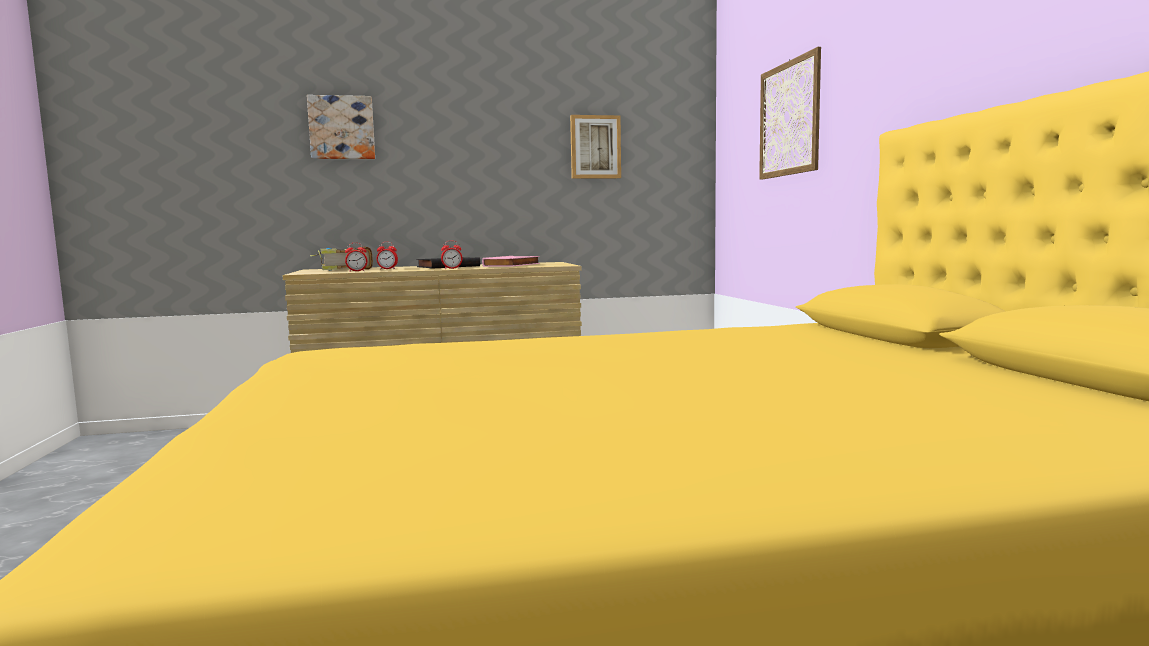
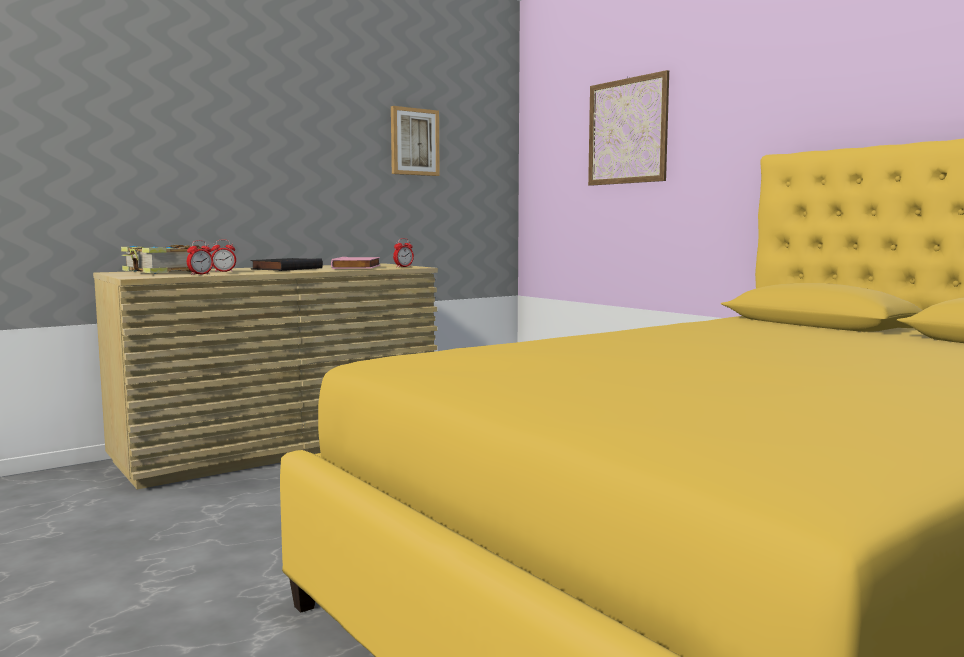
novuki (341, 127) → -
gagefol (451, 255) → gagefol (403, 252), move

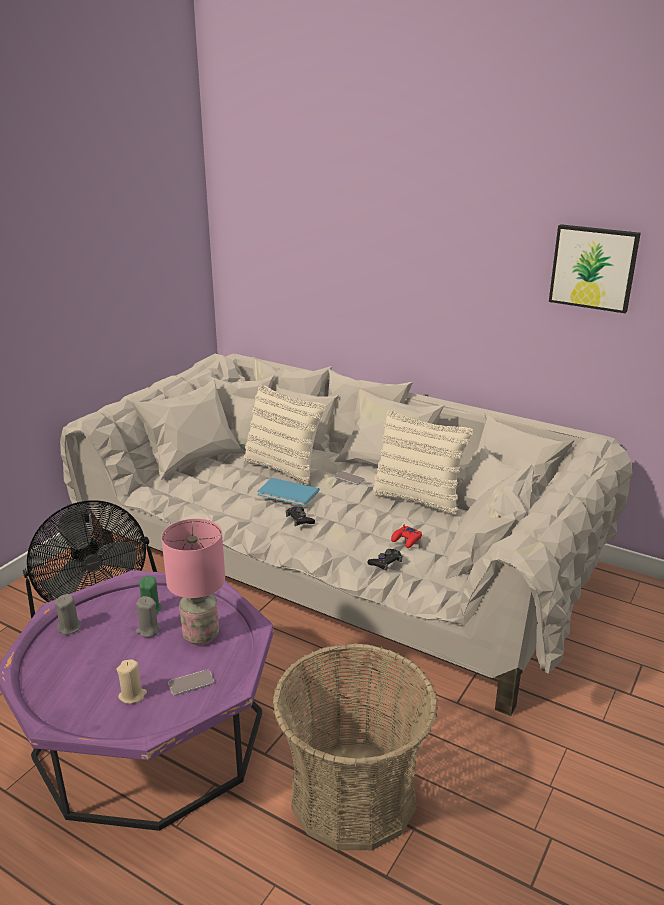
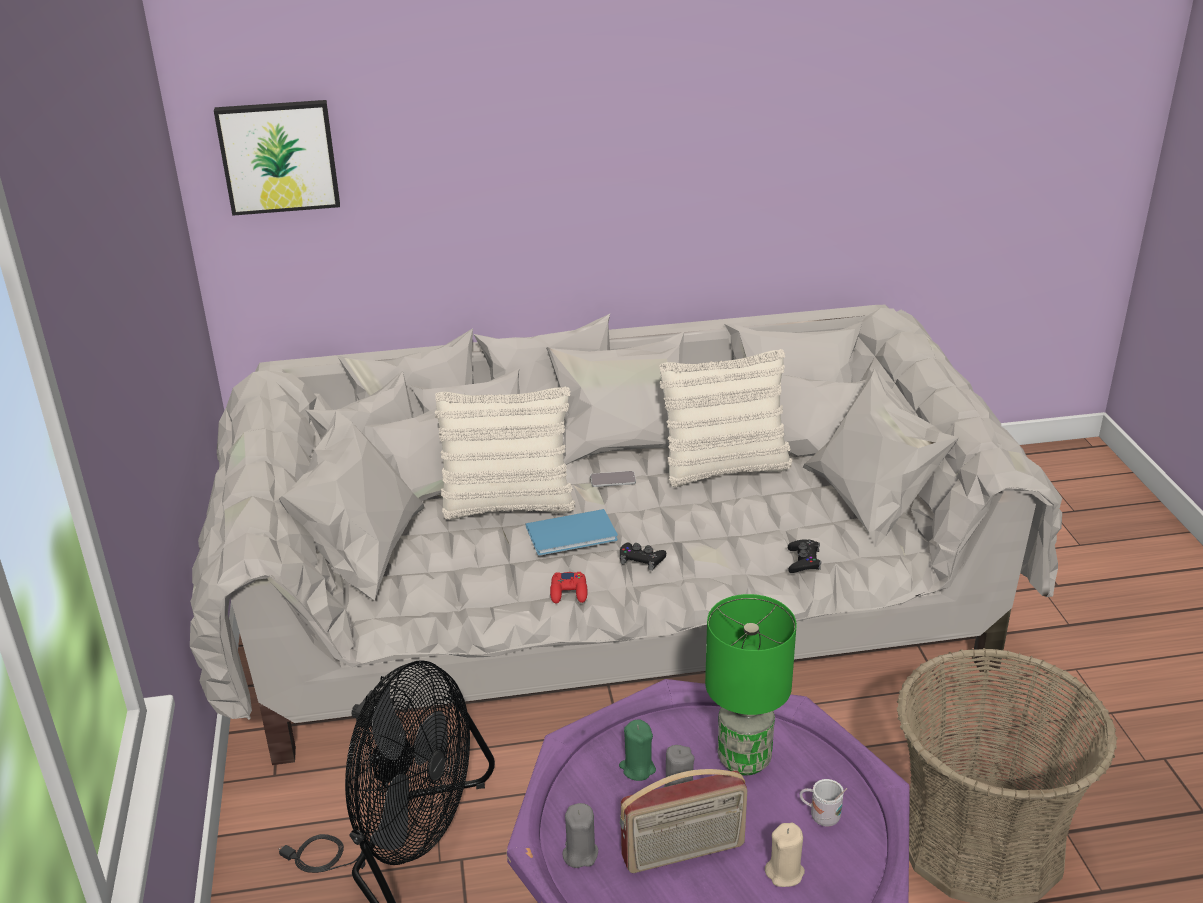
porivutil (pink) (193, 581) → porivutil (green) (751, 684)
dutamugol (191, 682) → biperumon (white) (823, 803)
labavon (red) (406, 536) → labavon (red) (568, 588), move
novuki (595, 268) → novuki (277, 158), move
- → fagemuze (683, 821)

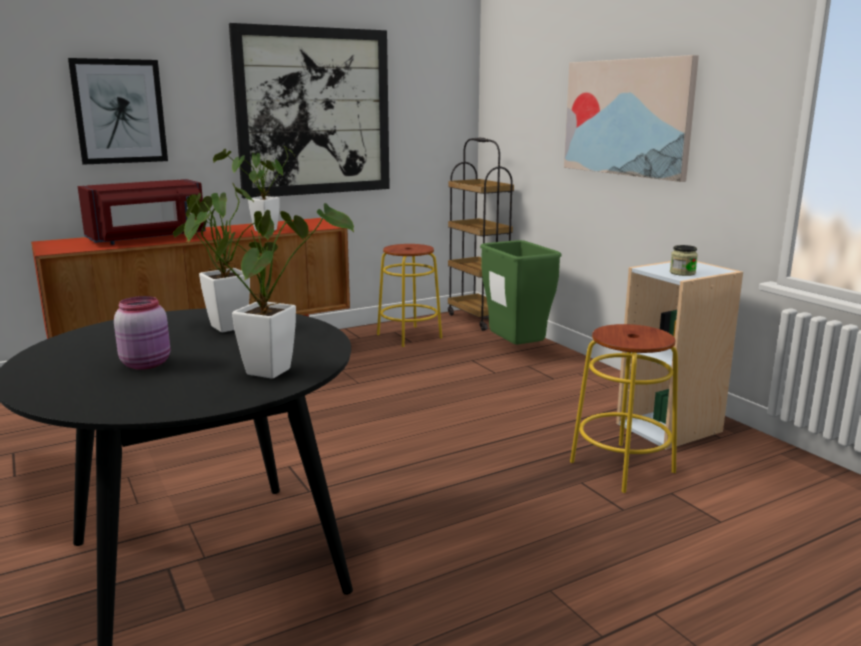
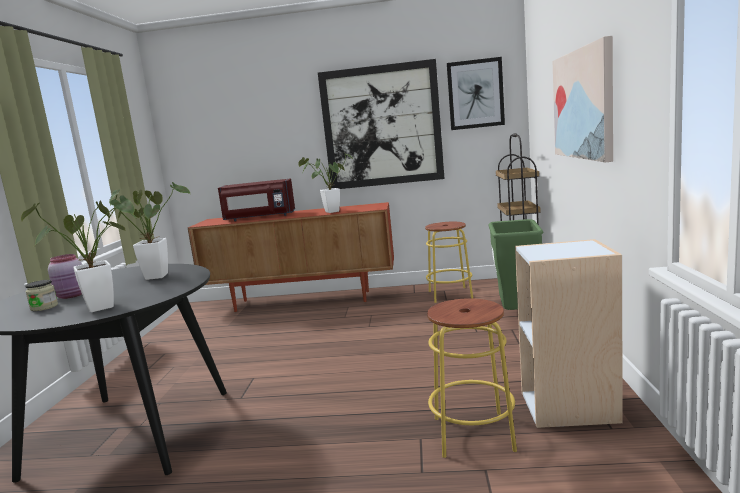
novuki (118, 111) → novuki (476, 93), move
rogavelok (684, 260) → rogavelok (42, 295), move

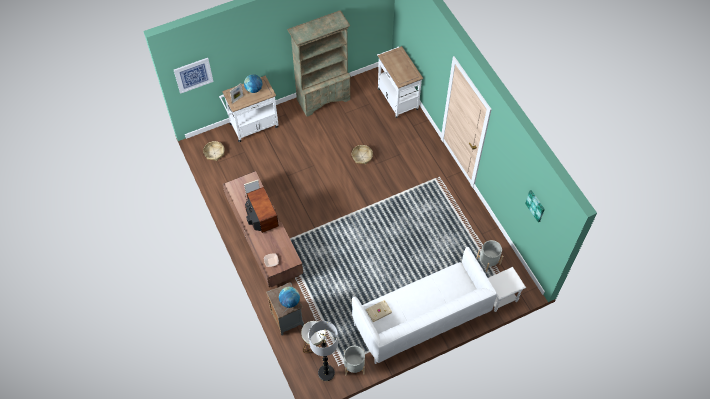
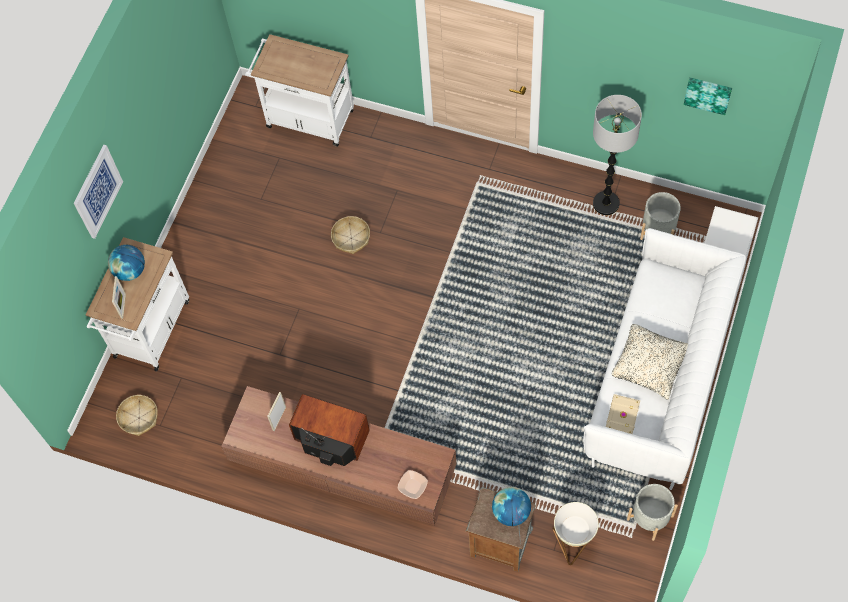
novuki (194, 76) → novuki (98, 191), move
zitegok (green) (319, 63) → -
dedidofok (323, 351) → dedidofok (617, 155), move
- → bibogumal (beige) (649, 361)

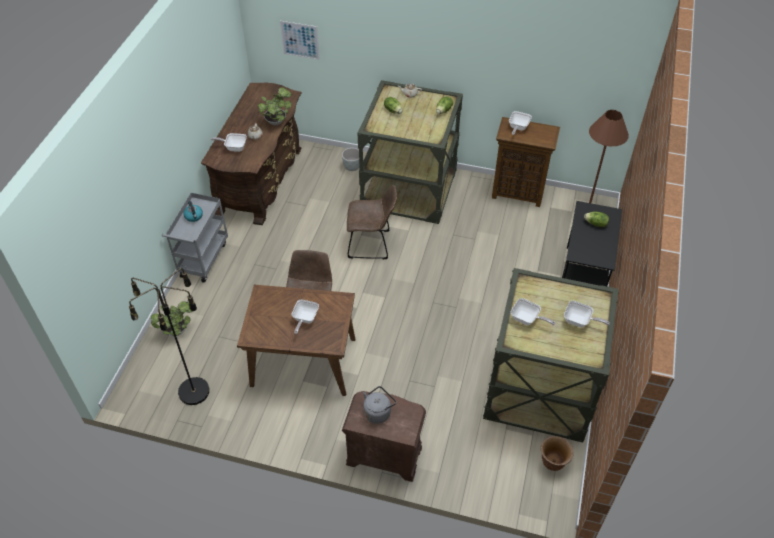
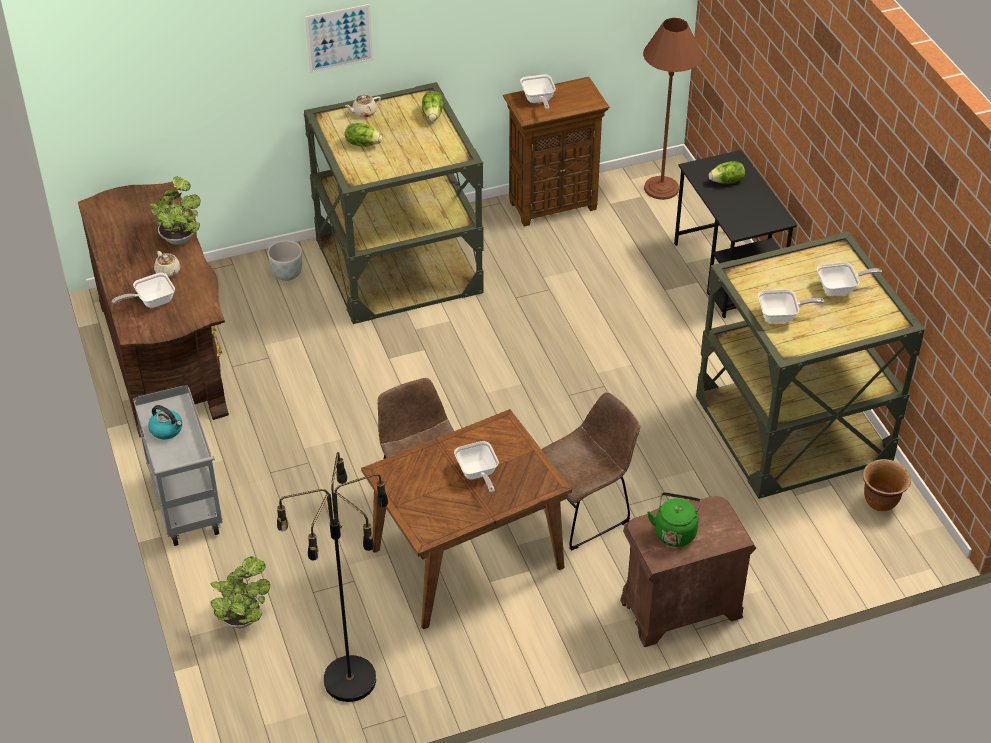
novuki (300, 40) → novuki (339, 38), move
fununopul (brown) (372, 222) → fununopul (brown) (590, 471), move
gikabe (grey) (379, 405) → gikabe (green) (674, 519)

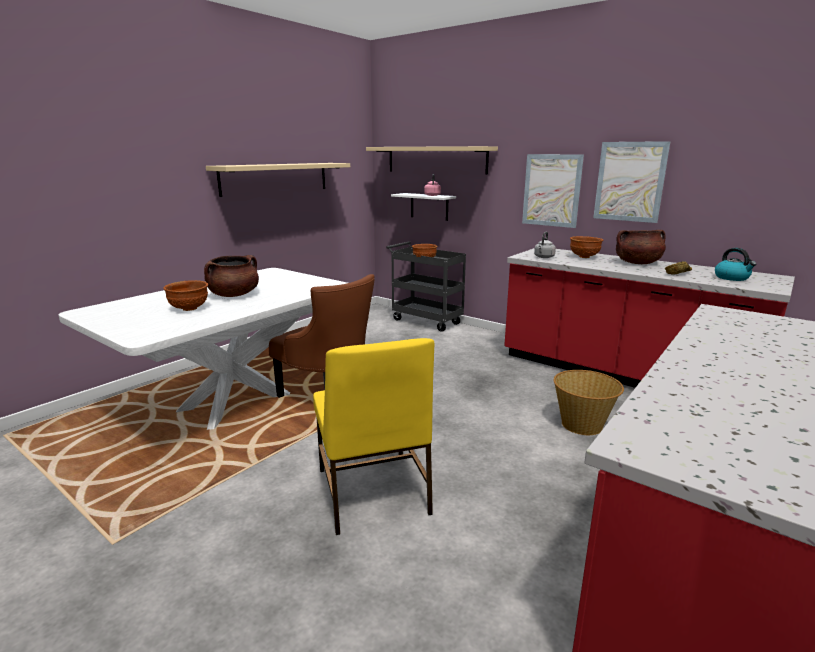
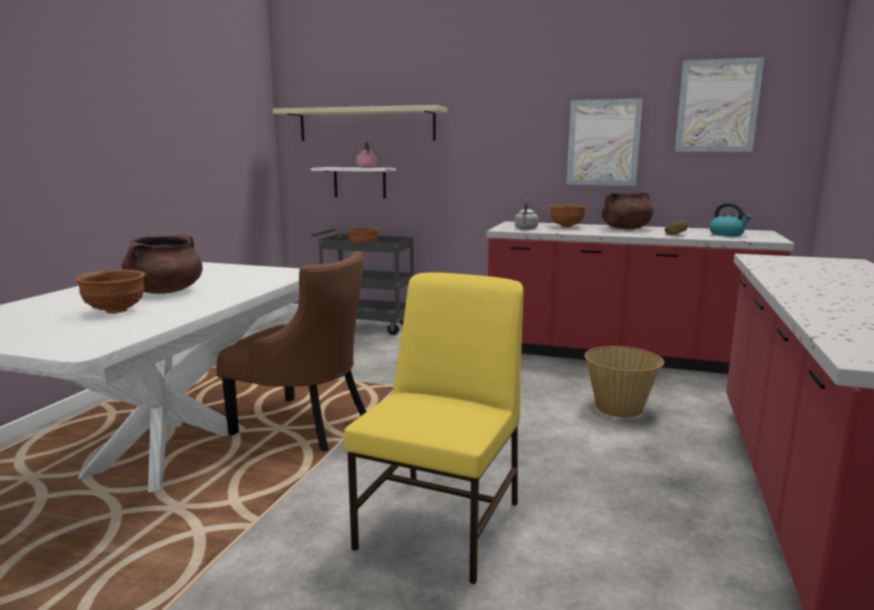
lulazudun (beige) (278, 180) → -
fununopul (yellow) (373, 436) → fununopul (yellow) (434, 428), 120 degrees counterclockwise
novuki (553, 191) → novuki (719, 104), move

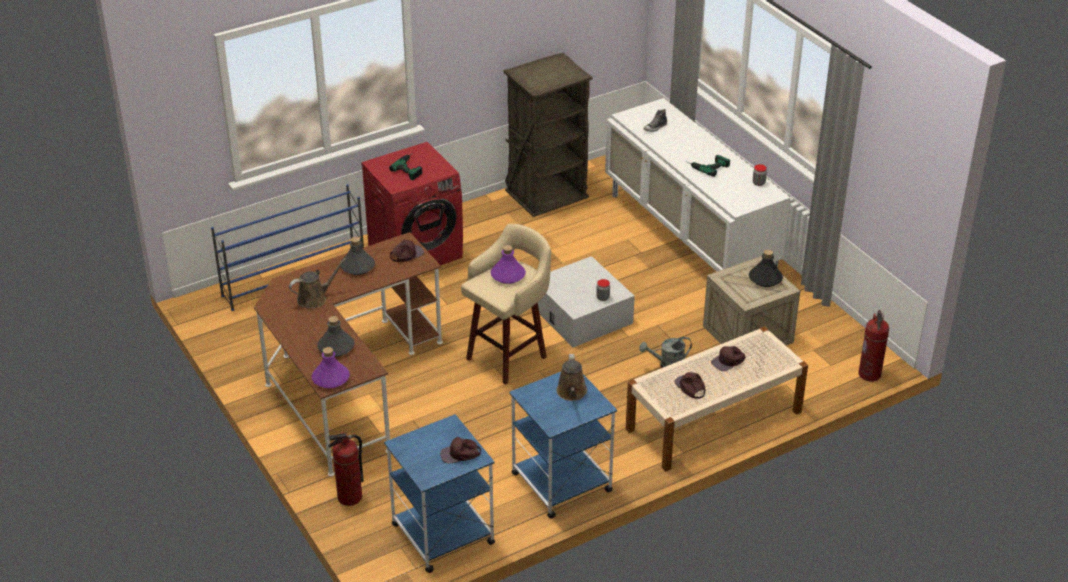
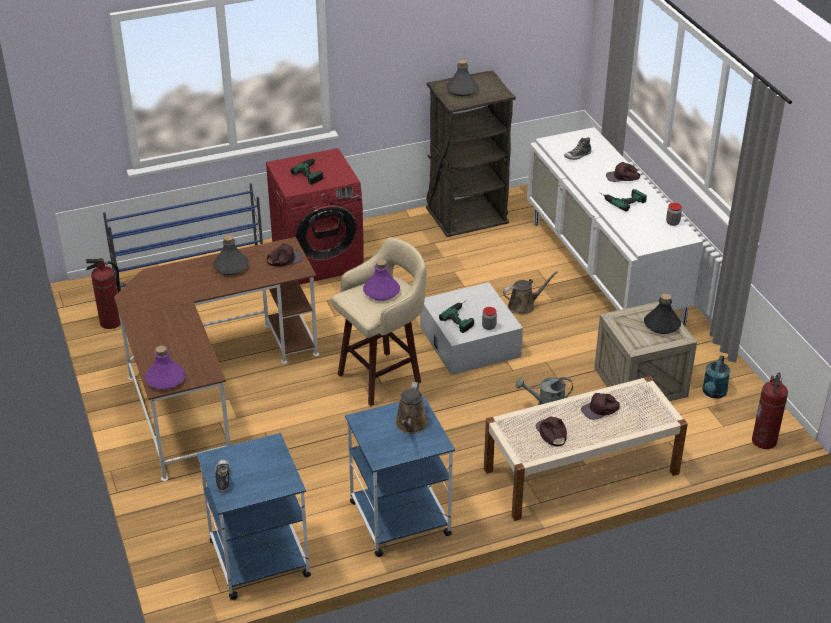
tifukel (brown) (318, 283) → tifukel (brown) (530, 293), move
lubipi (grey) (336, 336) → lubipi (grey) (462, 78), move
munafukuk (346, 469) → munafukuk (103, 293), move
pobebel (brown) (460, 450) → pobebel (brown) (623, 172), move
- → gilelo (222, 476)
- → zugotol (456, 316)
- → tifukel (turquoise) (716, 376)

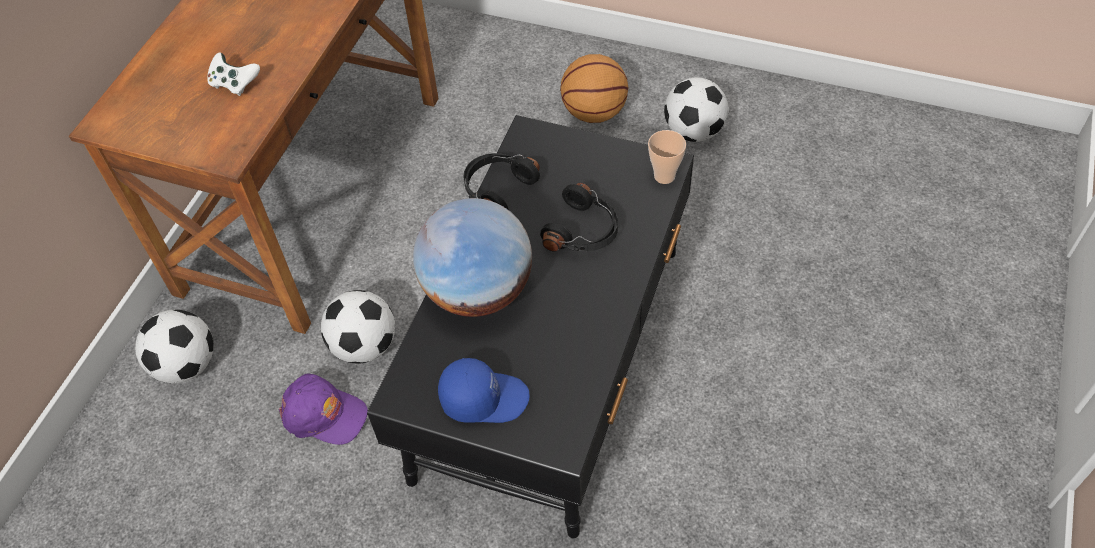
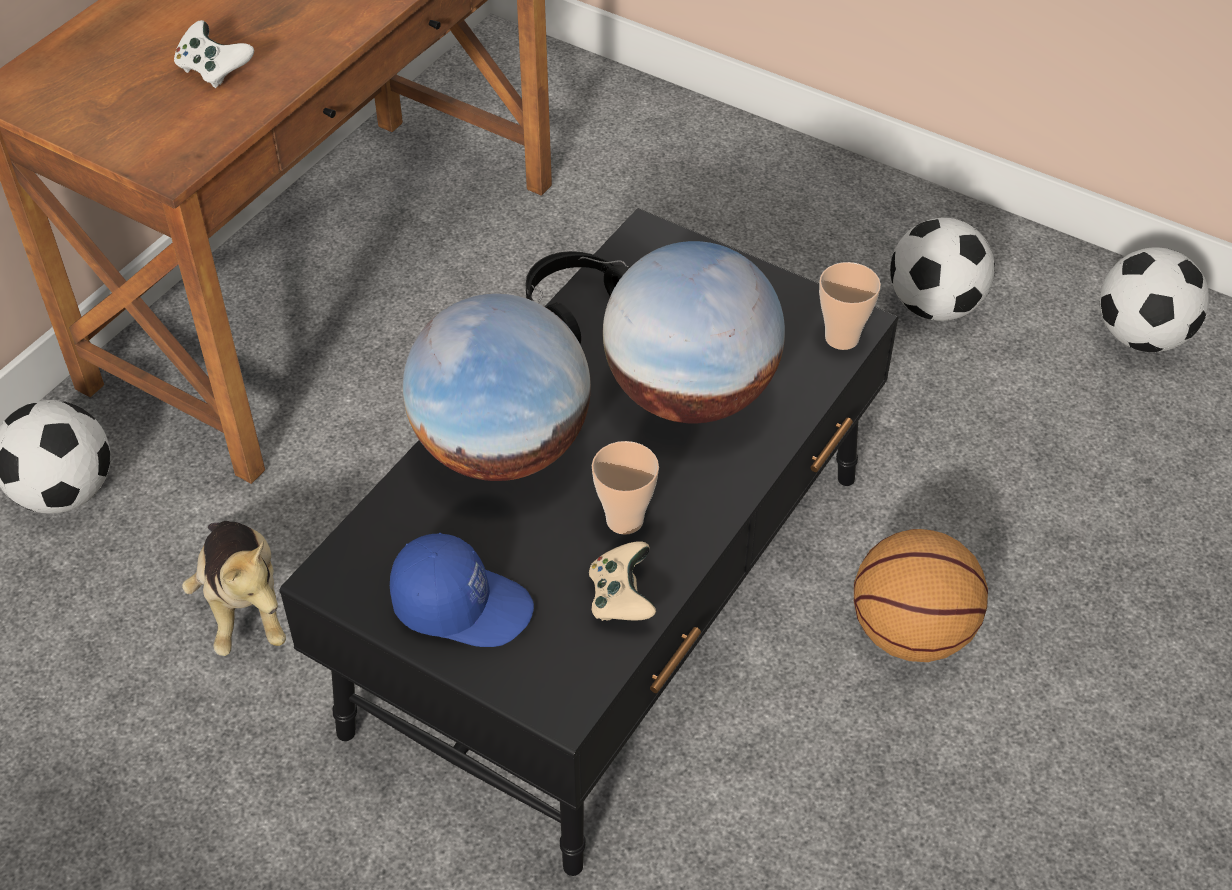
pobebel (purple) (323, 409) → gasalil (234, 588)
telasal (358, 327) → telasal (1154, 299), move
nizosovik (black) (579, 217) → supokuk (694, 332)
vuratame (594, 88) → vuratame (921, 595), move
- → labavon (beige) (622, 581)
- → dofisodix (625, 488)

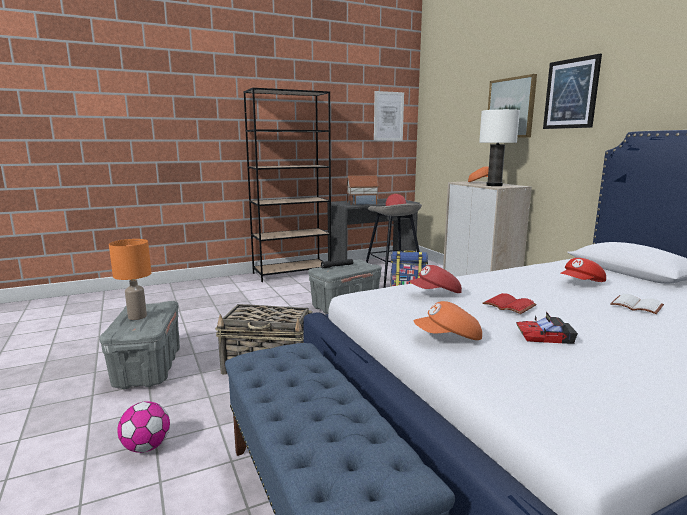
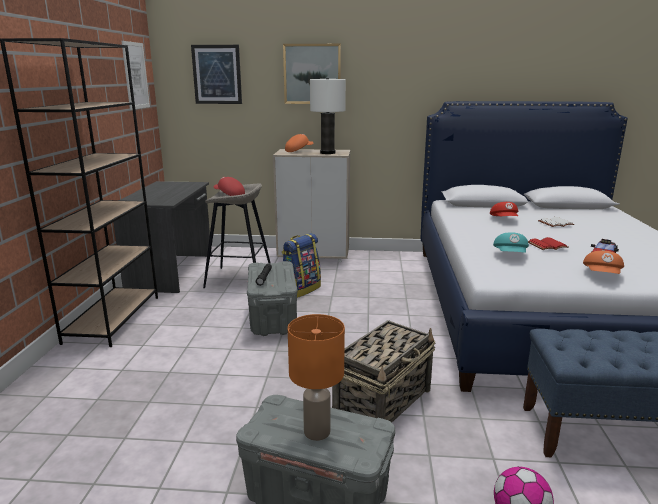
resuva (362, 190) → -
pobebel (red) (435, 279) → pobebel (turquoise) (511, 242)
novuki (572, 91) → novuki (216, 74), move

